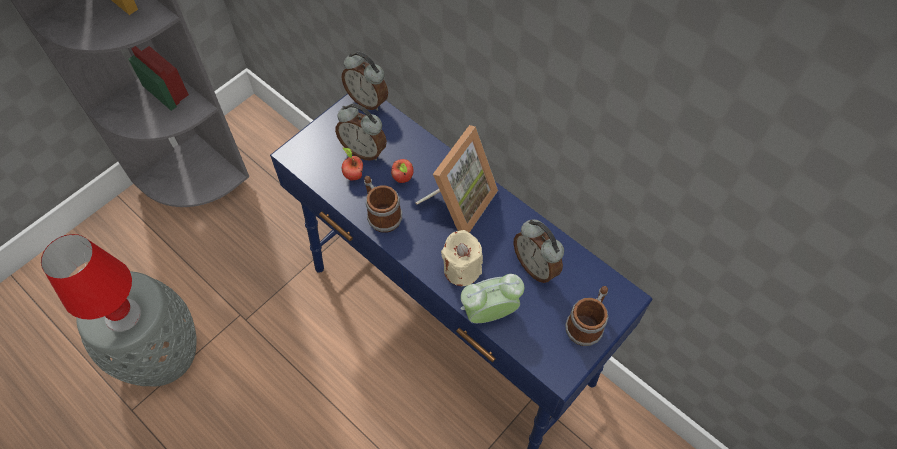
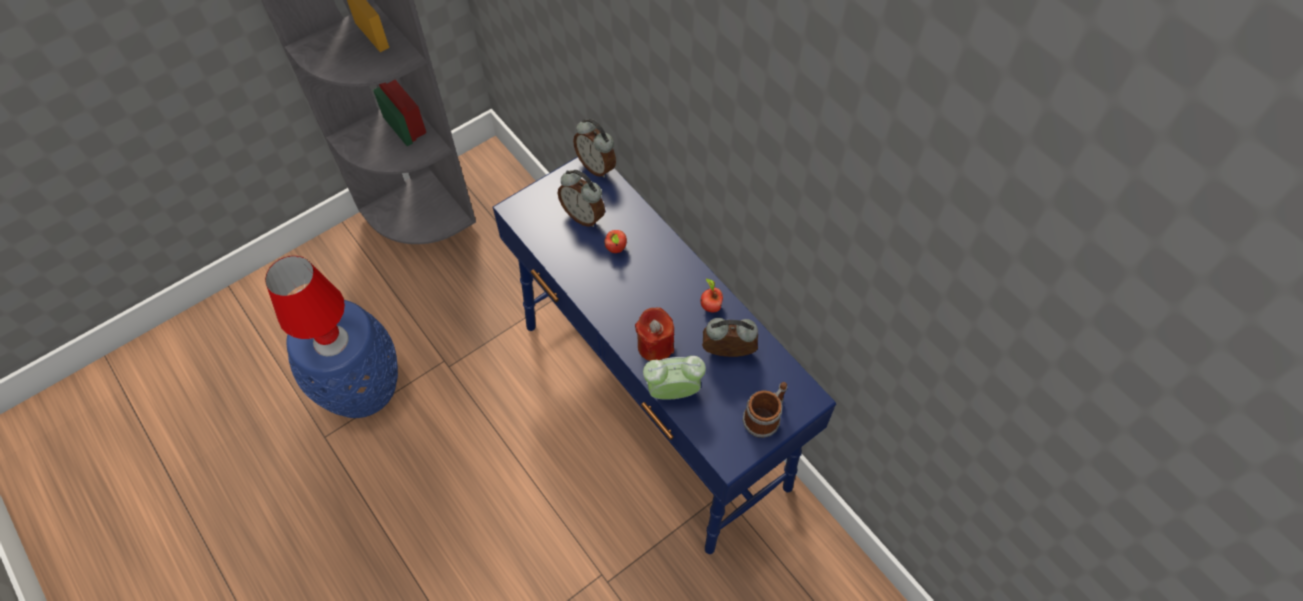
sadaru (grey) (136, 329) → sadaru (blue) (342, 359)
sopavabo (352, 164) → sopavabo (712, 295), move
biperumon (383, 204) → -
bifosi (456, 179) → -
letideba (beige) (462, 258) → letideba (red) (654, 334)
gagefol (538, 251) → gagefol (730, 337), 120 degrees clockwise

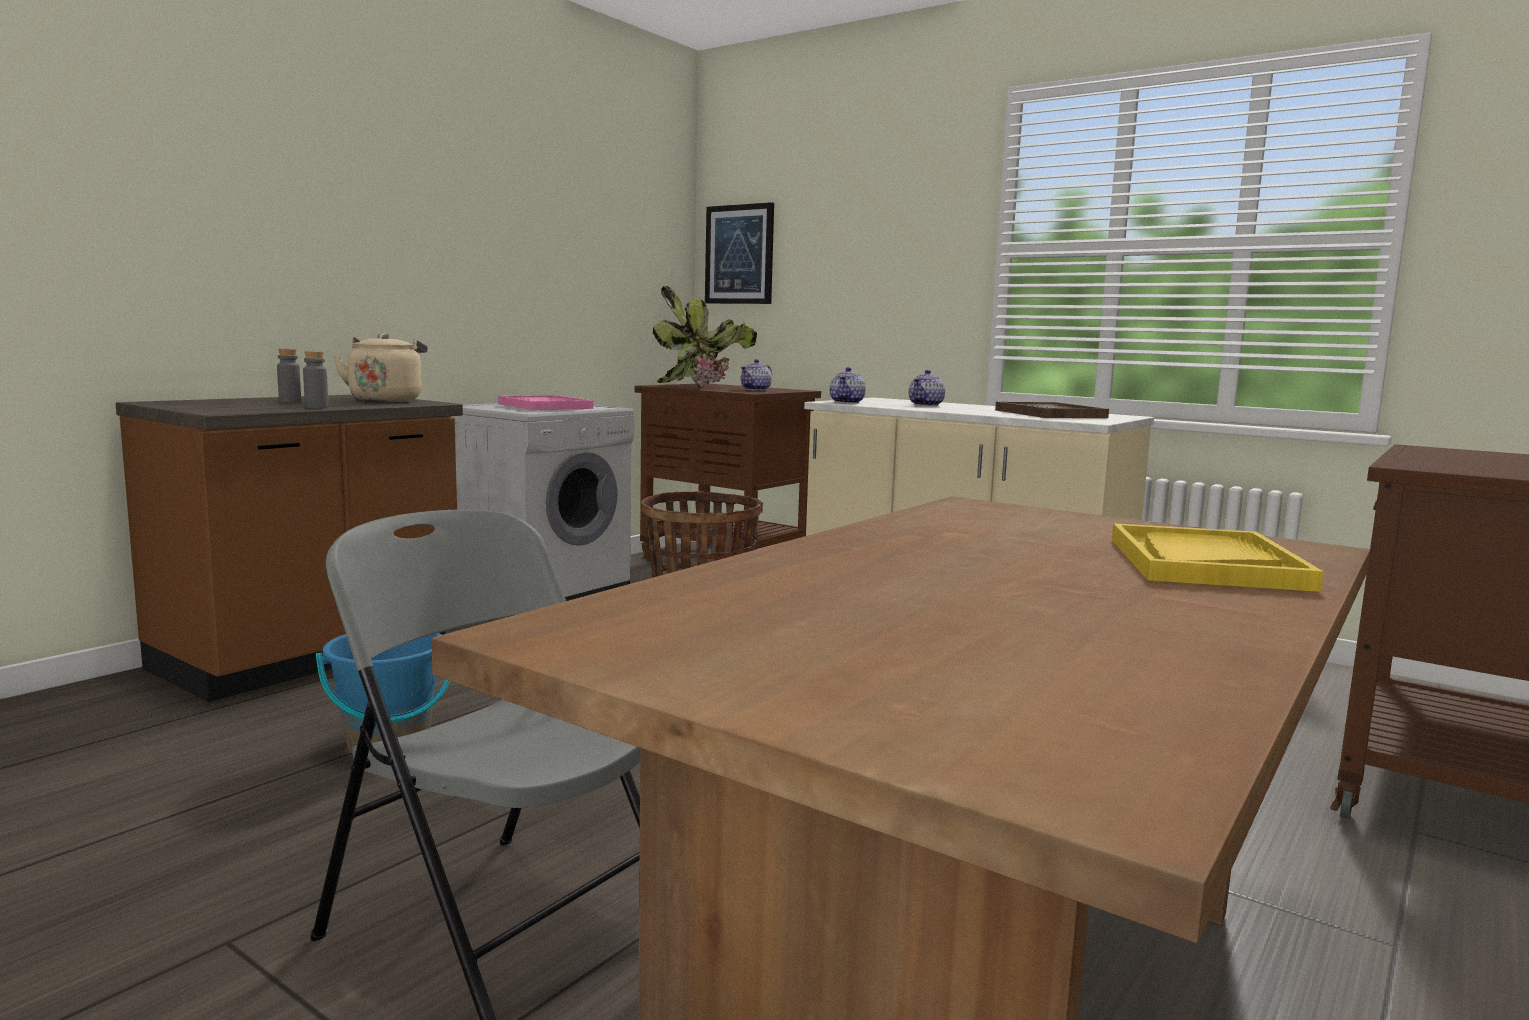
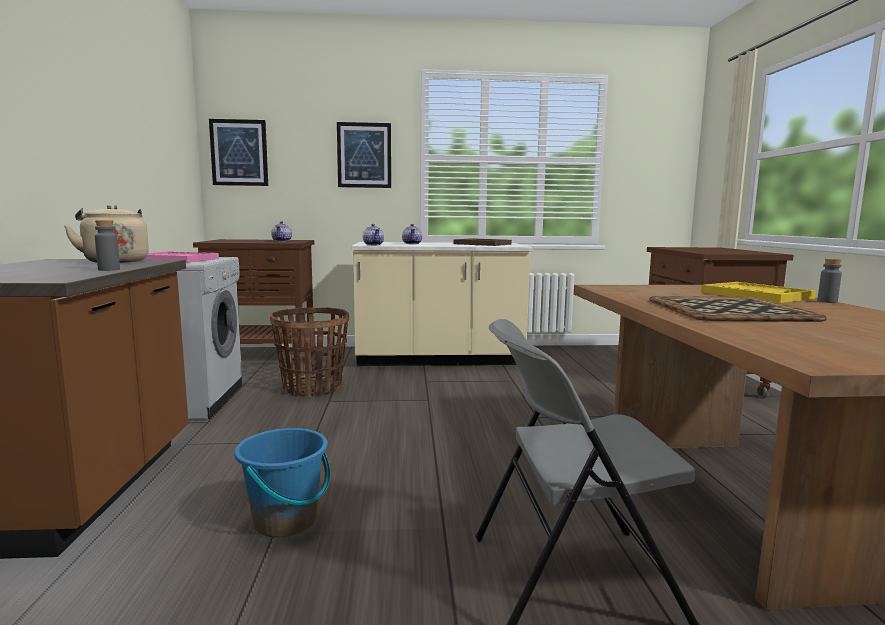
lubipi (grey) (289, 375) → lubipi (grey) (829, 280), move
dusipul (705, 336) → -
- → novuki (364, 155)
- → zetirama (738, 309)

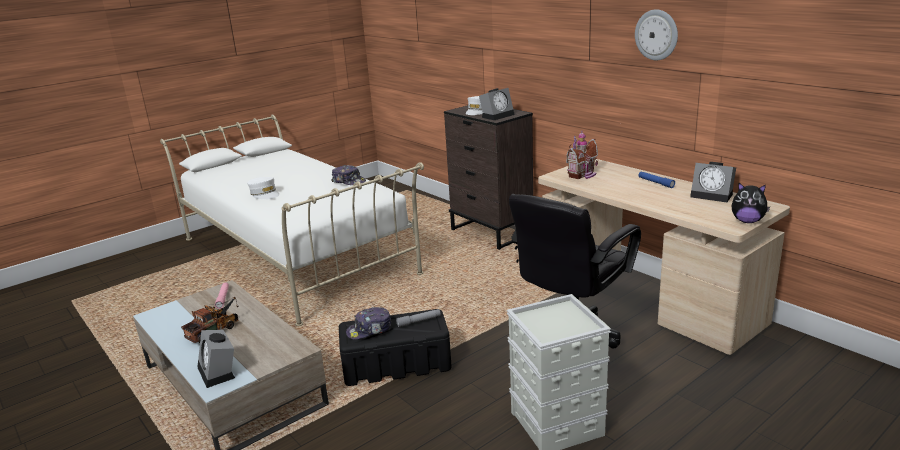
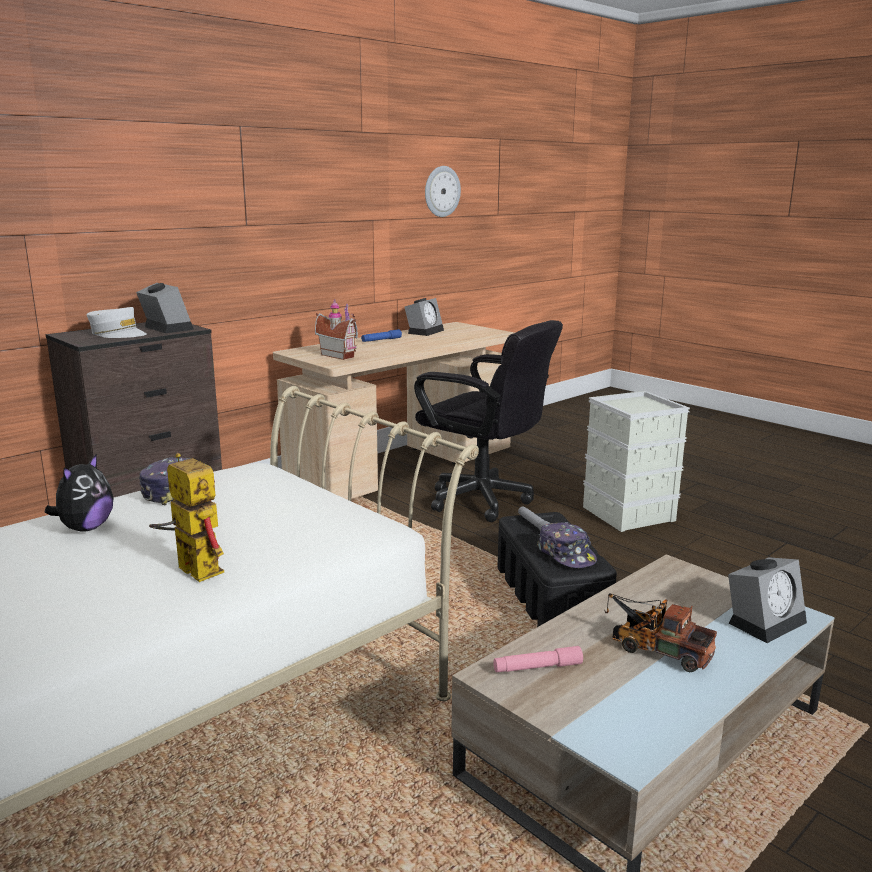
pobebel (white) (263, 188) → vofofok (186, 517)
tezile (656, 34) → tezile (443, 191), move
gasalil (750, 203) → gasalil (79, 493), move

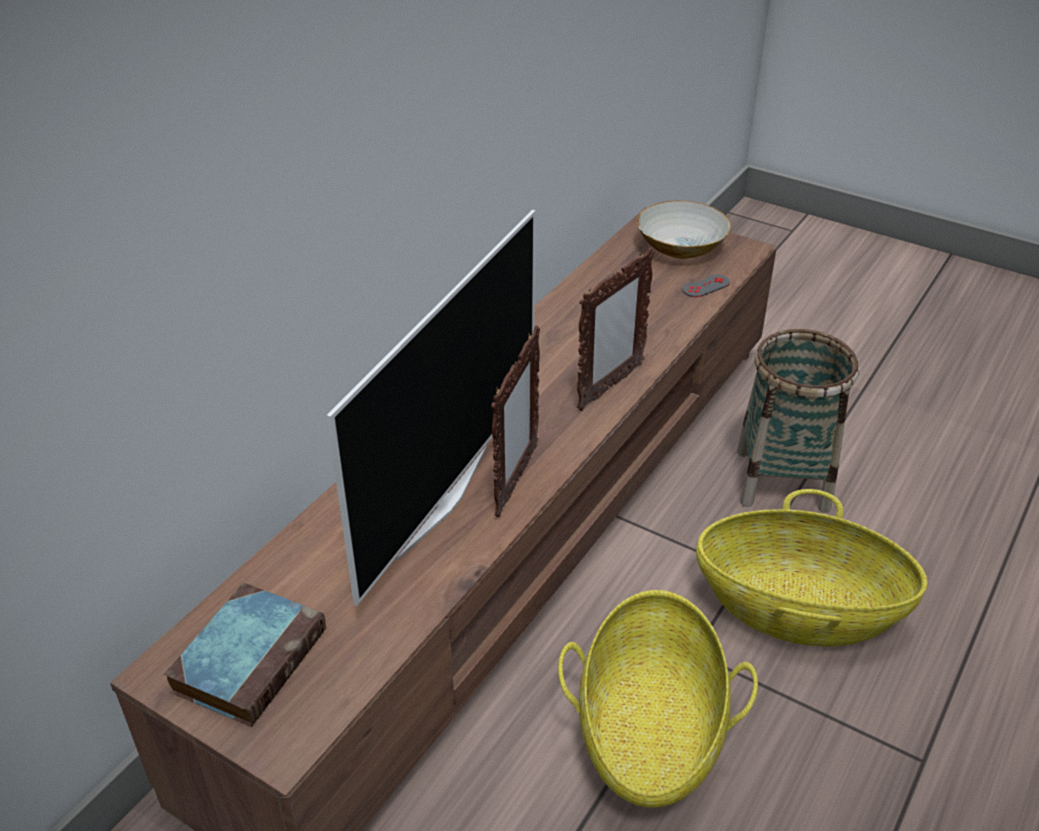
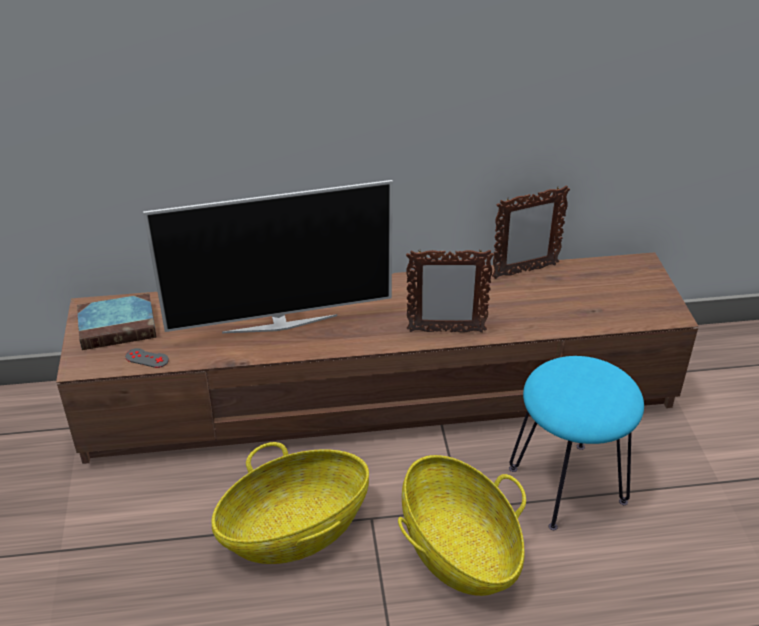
bifosi (515, 421) → bifosi (531, 232), move
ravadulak (684, 229) → -
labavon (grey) (706, 285) → labavon (grey) (147, 358), move
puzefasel (798, 421) → sadaru (turquoise) (576, 443)

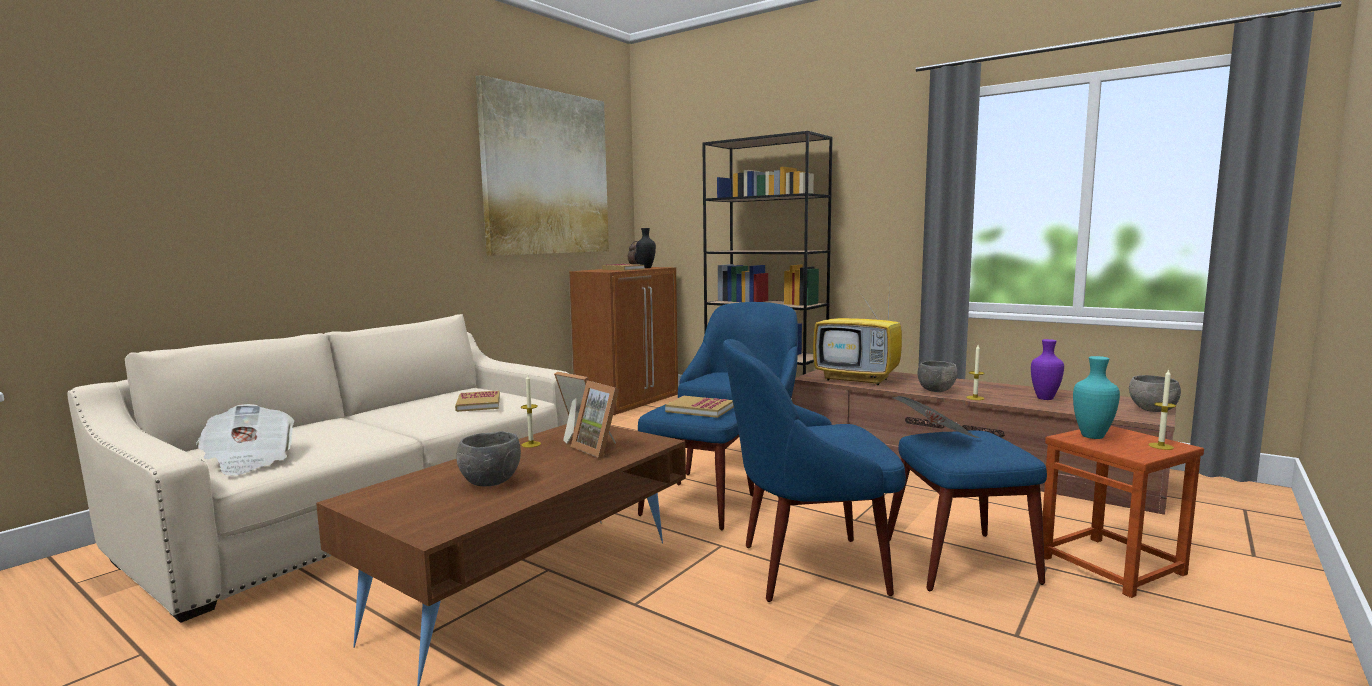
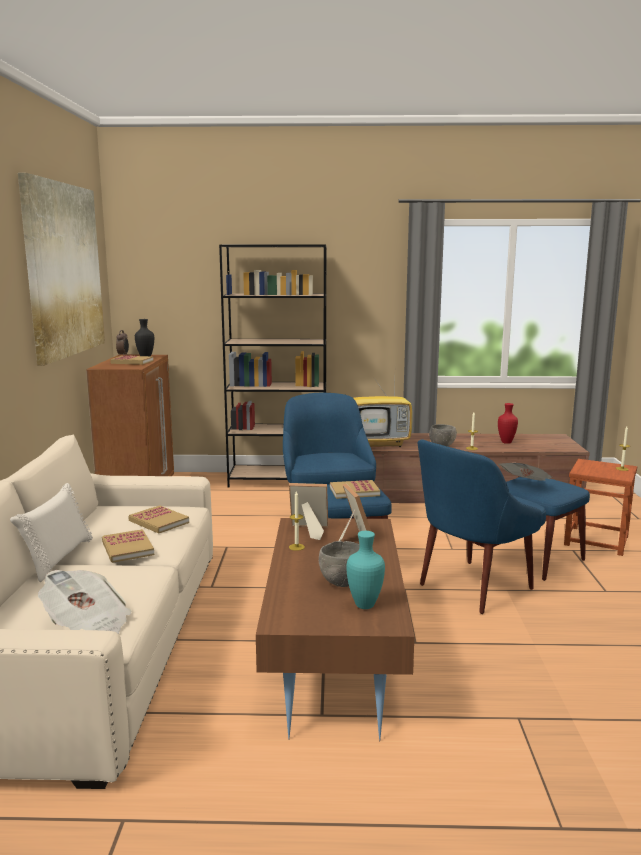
bifosi (595, 419) → bifosi (357, 513), 120 degrees counterclockwise
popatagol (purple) (1047, 369) → popatagol (red) (508, 423)
popatagol (turquoise) (1096, 397) → popatagol (turquoise) (365, 570), move
ravadulak (grey) (1155, 393) → -
- → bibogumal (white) (51, 532)
- → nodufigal (128, 546)

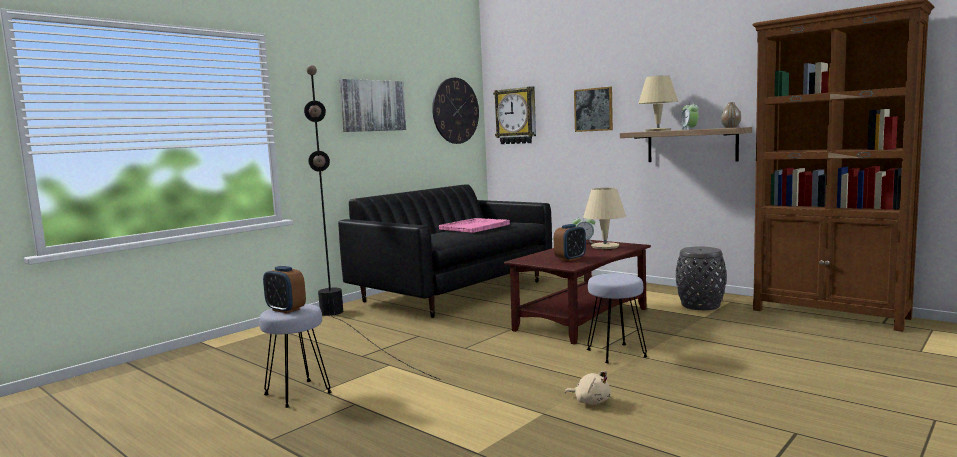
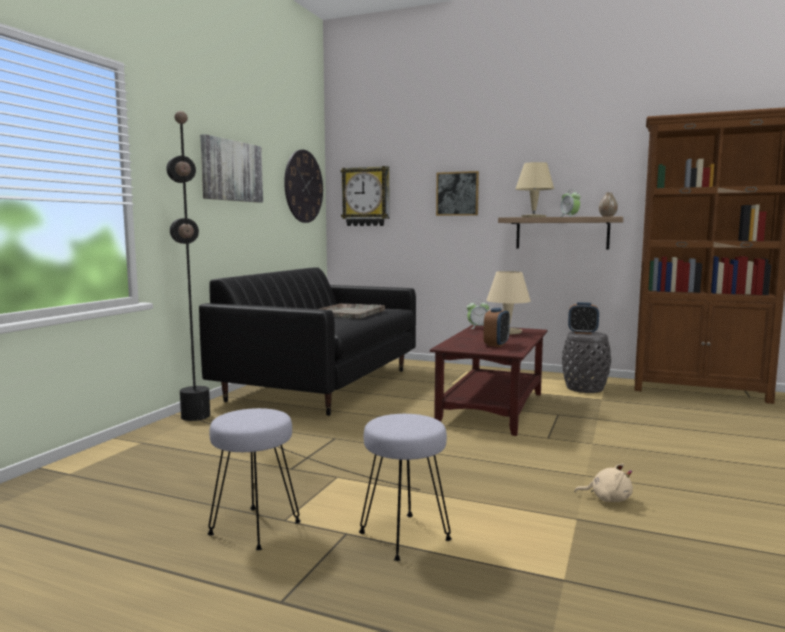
gagefol (284, 289) → gagefol (583, 318), move
zetirama (pink) (474, 225) → zetirama (grey) (352, 311)
sadaru (grey) (617, 318) → sadaru (grey) (405, 487), move

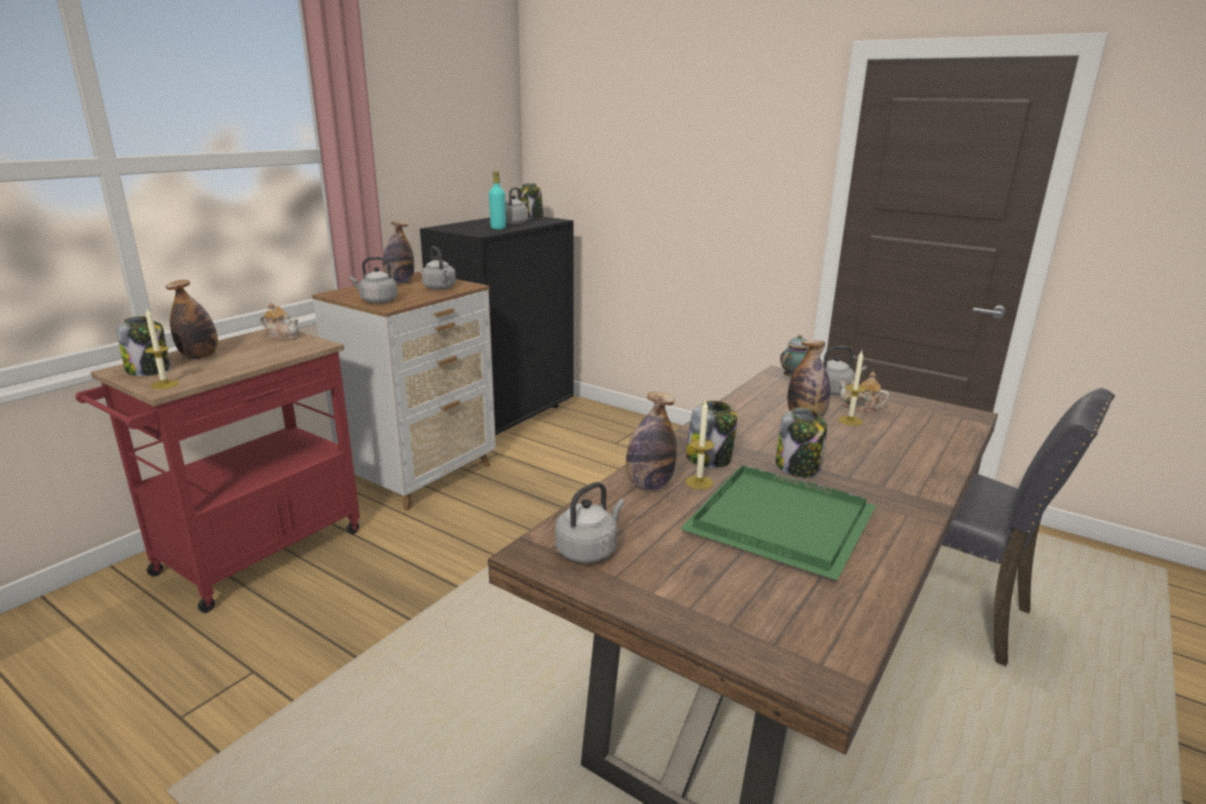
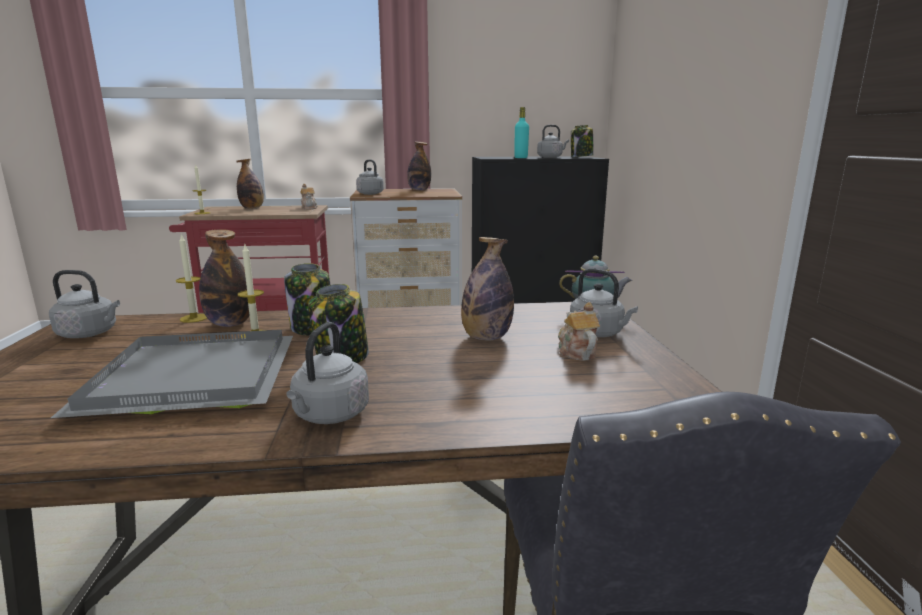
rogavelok (144, 346) → -
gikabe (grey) (438, 268) → gikabe (grey) (327, 373), move
zetirama (green) (778, 522) → zetirama (grey) (172, 374)
letideba (852, 388) → letideba (191, 278), move

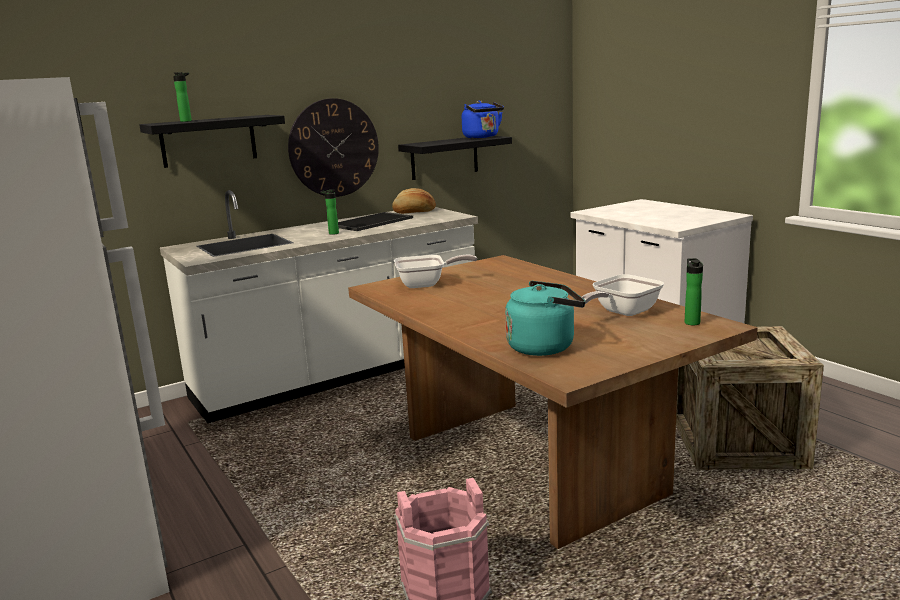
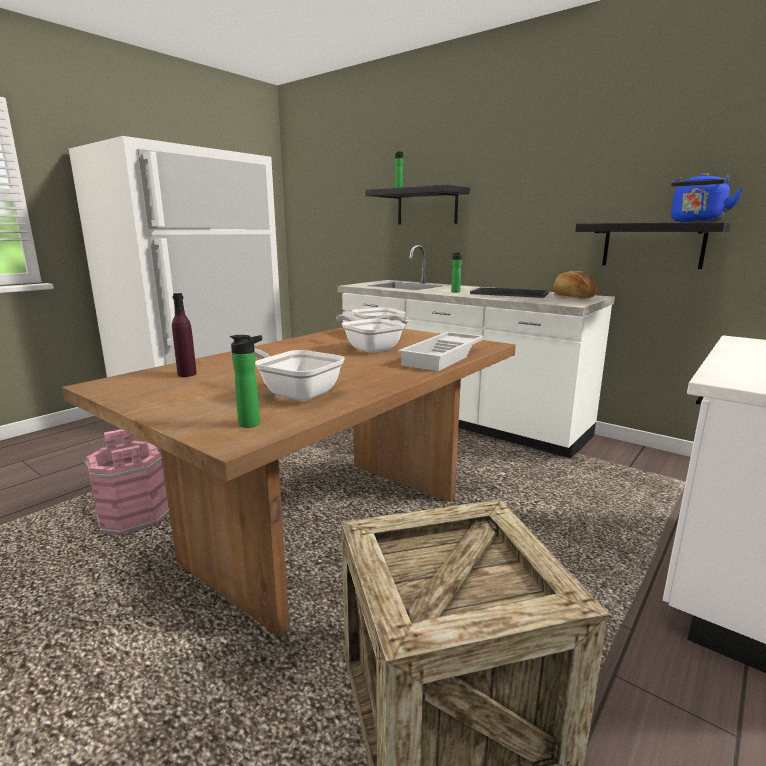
tezile (333, 147) → -
gikabe (turquoise) (545, 318) → lubipi (purple) (184, 335)
- → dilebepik (370, 333)
- → zetirama (white) (441, 351)

